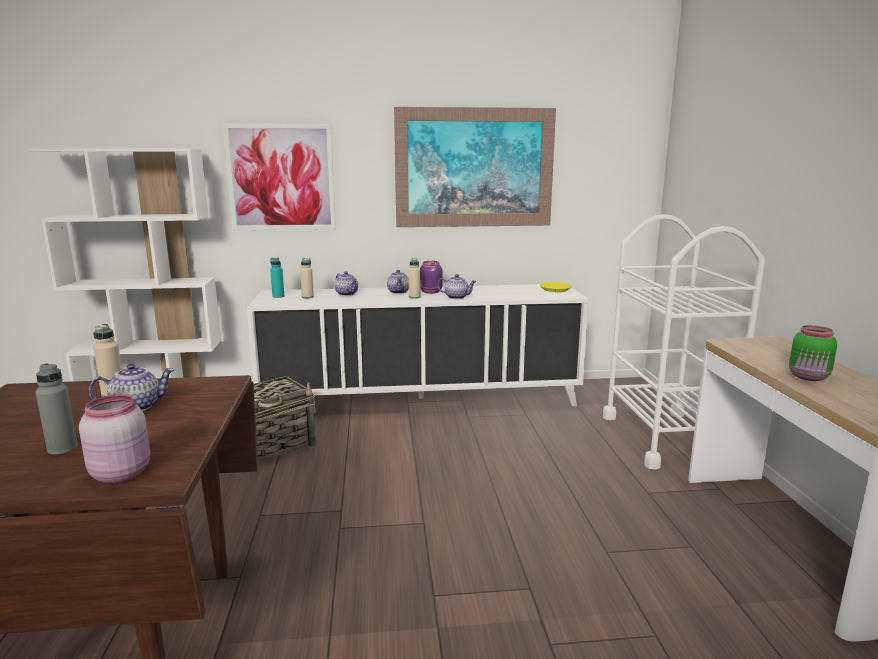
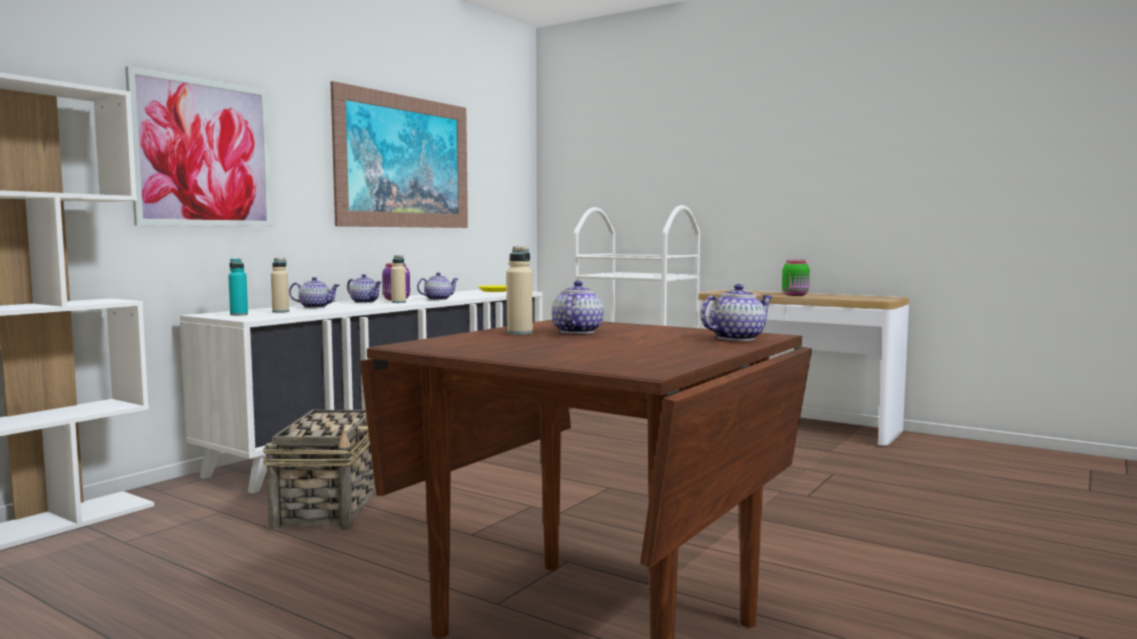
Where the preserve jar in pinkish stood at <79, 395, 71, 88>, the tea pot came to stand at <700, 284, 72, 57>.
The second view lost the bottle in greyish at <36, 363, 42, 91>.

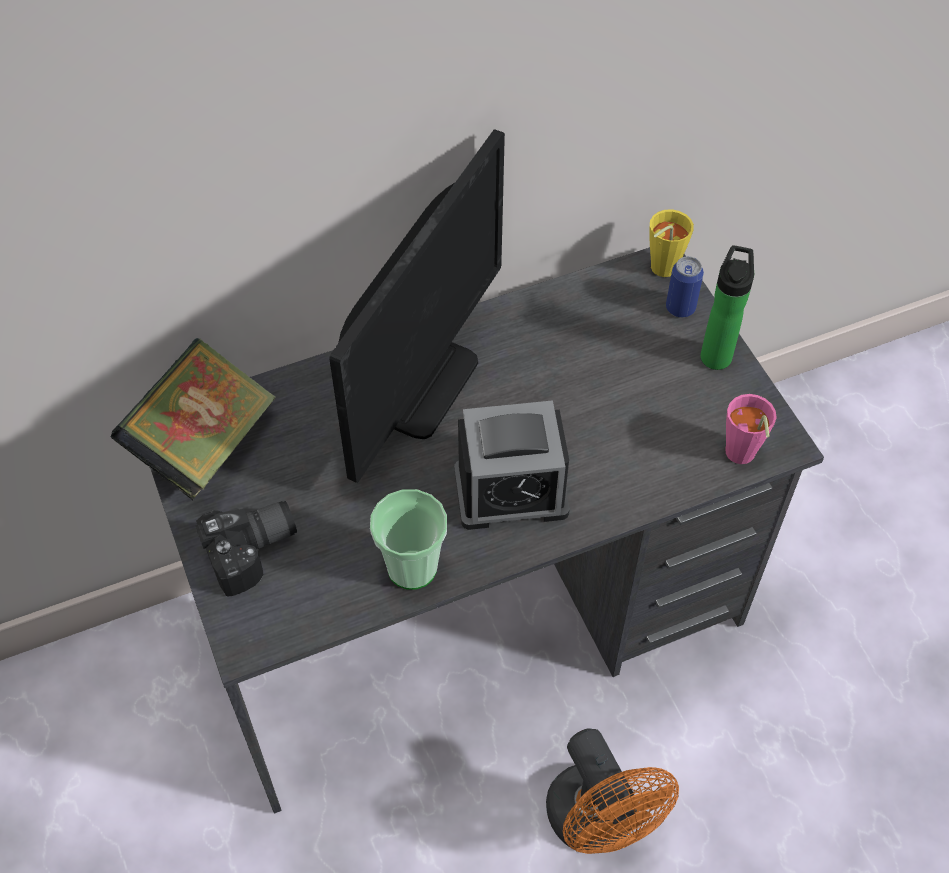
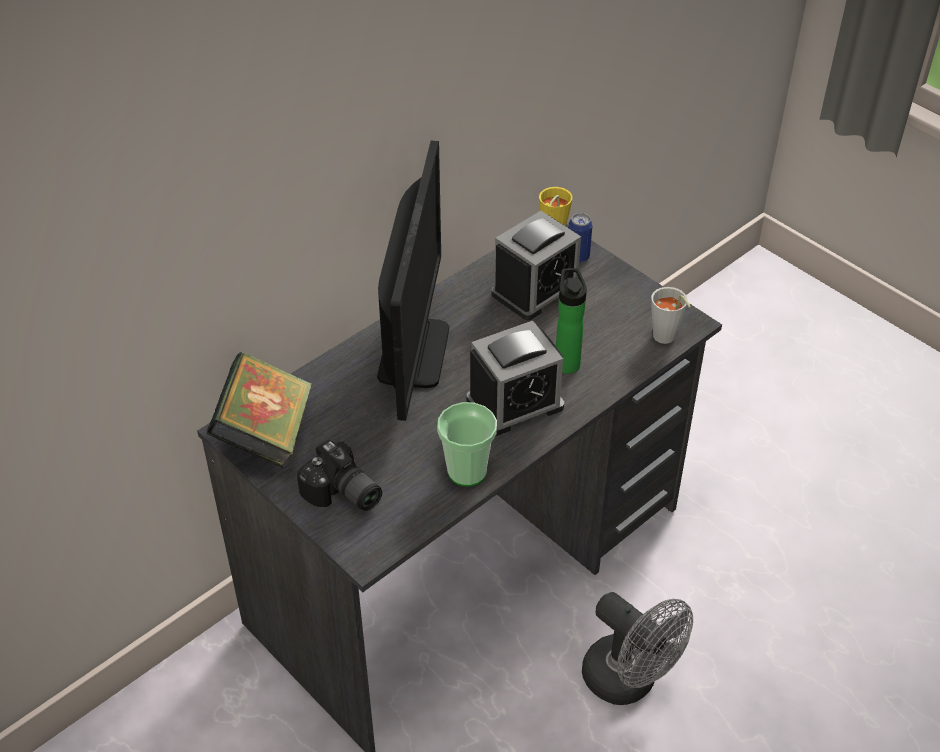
The photo camera at <195, 501, 102, 96> ended up facing another way, 90 degrees clockwise from before.
The second view gained the table clock at <491, 211, 90, 109>.
The bottle ended up elsewhere, having gone from <700, 245, 54, 125> to <556, 268, 31, 106>.
What was the electric fan in orangey at <546, 728, 133, 126> turned into the electric fan in greyish at <582, 592, 111, 113>.
What was the cup in pinkish at <725, 394, 52, 70> turned into the cup in greyish at <651, 287, 40, 57>.

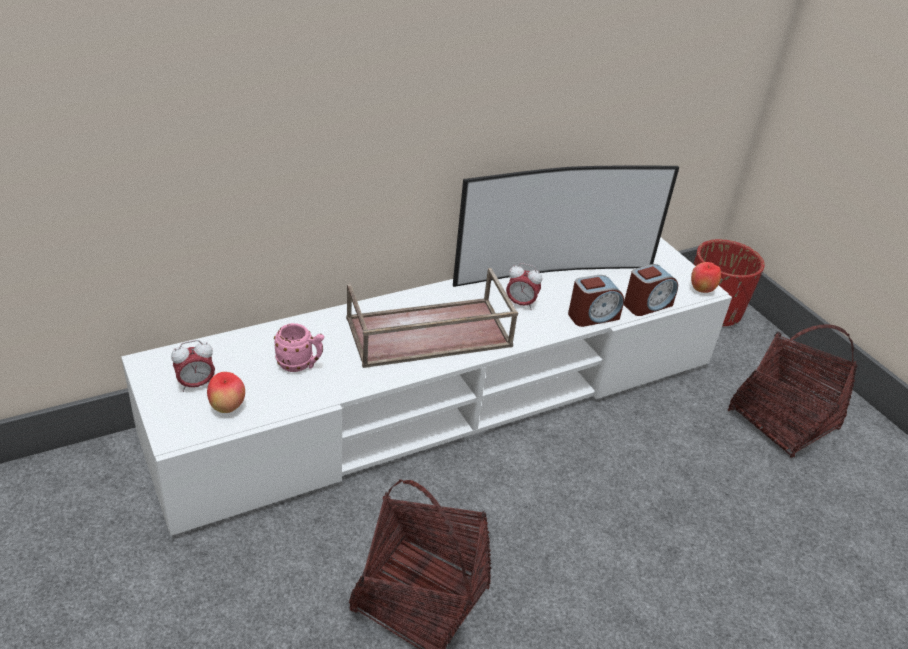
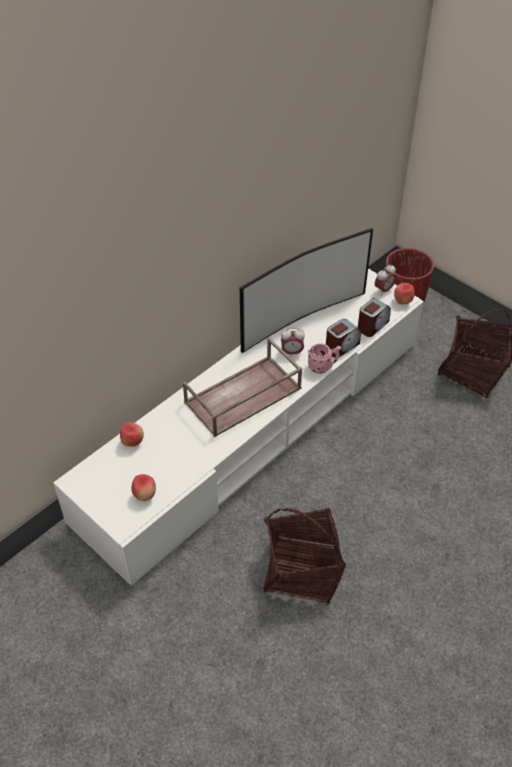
The second view gained the apple fruit at <120, 422, 24, 25>.
The mug in pinkish ended up elsewhere, having gone from <274, 323, 50, 49> to <308, 343, 33, 31>.
The table clock ended up elsewhere, having gone from <171, 340, 44, 52> to <375, 264, 21, 32>.

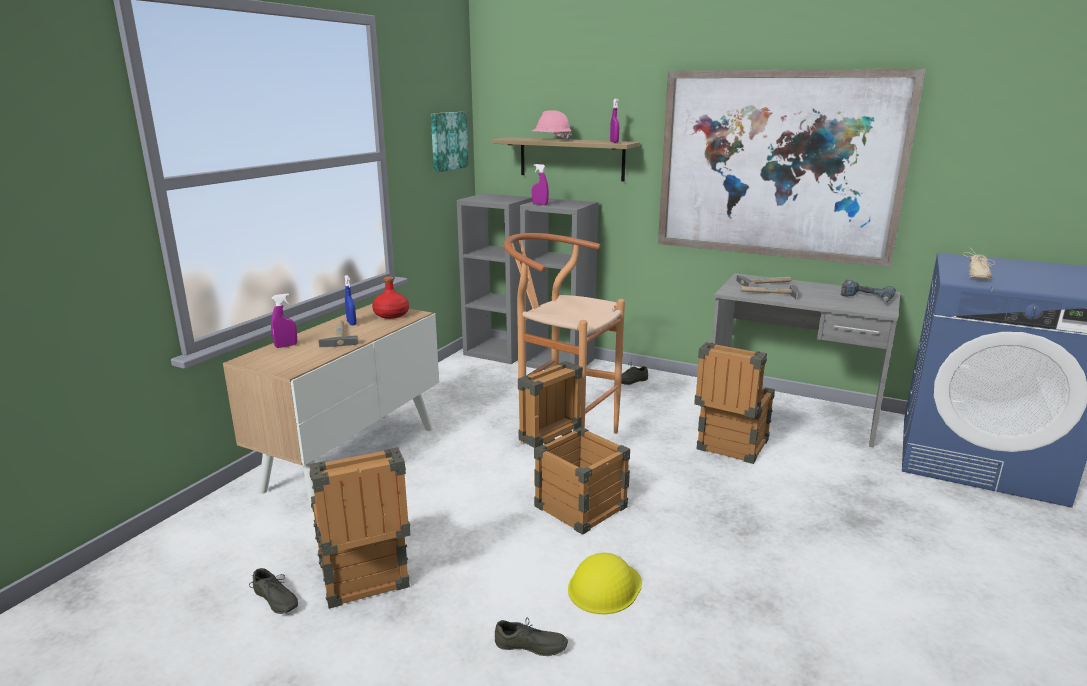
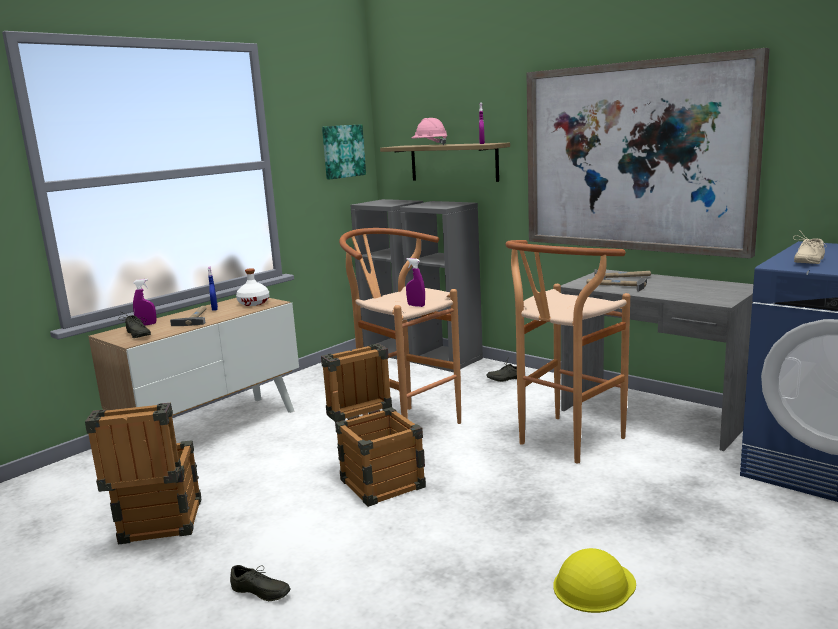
The item of footwear in greyish ended up elsewhere, having gone from <249, 568, 49, 46> to <118, 312, 33, 26>.
What was the bottle in reddish at <372, 276, 37, 43> turned into the bottle in whitish at <236, 268, 33, 38>.
The sprayer in purple-coloured ended up elsewhere, having gone from <532, 164, 17, 41> to <406, 258, 19, 49>.
Where the shipping crate stood at <694, 342, 81, 122>, the stool in brown came to stand at <505, 240, 125, 224>.
The work helmet in yellow-coloured ended up elsewhere, having gone from <568, 553, 74, 61> to <553, 548, 83, 65>.
The second view lost the electric drill at <841, 280, 55, 22>.

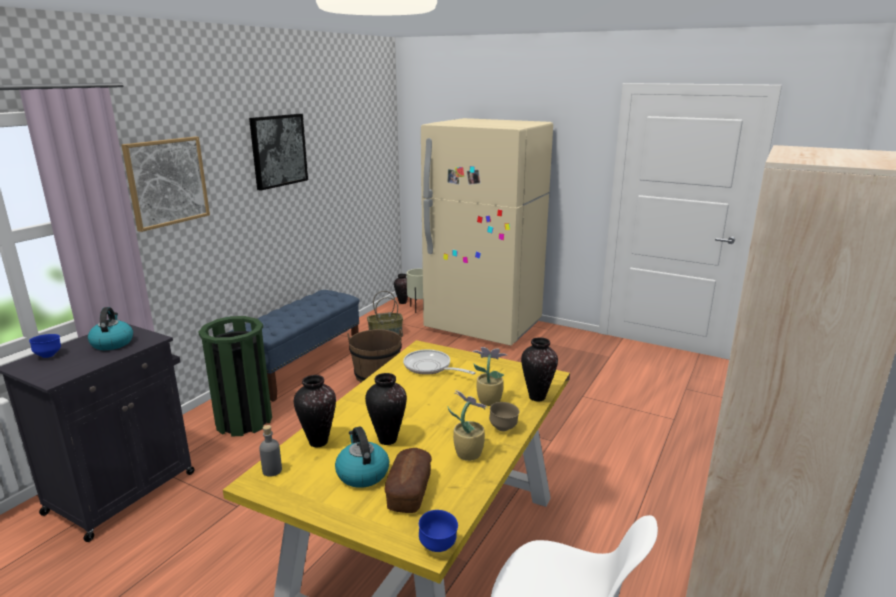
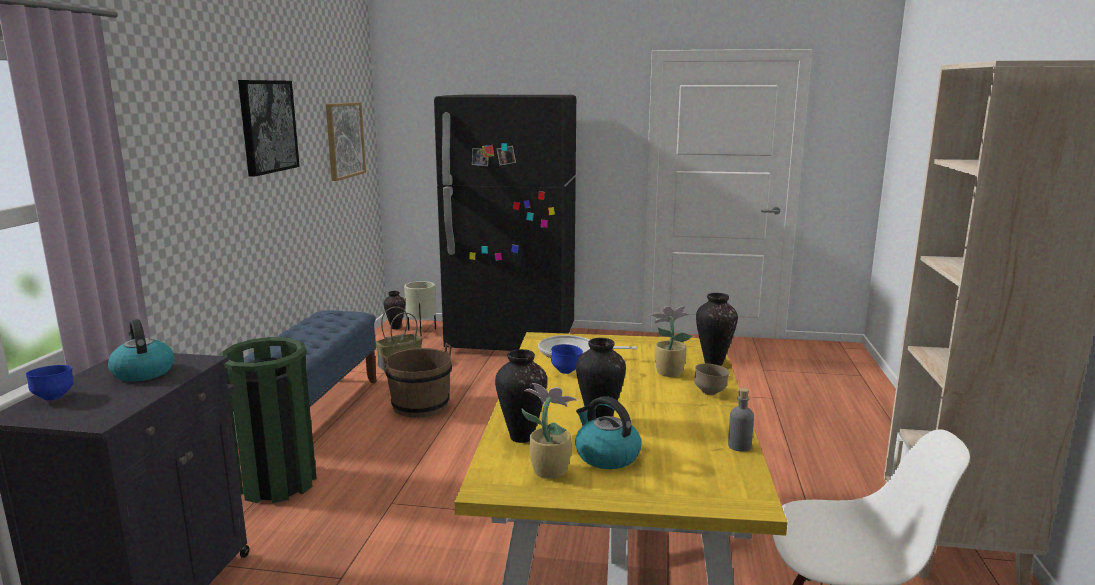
The wall picture ended up elsewhere, having gone from <121, 137, 89, 95> to <326, 102, 40, 79>.
What was the fridge in beige-coloured at <421, 118, 132, 228> turned into the fridge in blackish at <434, 95, 142, 256>.
The potted plant ended up elsewhere, having gone from <448, 390, 40, 71> to <521, 383, 56, 96>.
The deep dish in blue ended up elsewhere, having gone from <419, 510, 39, 42> to <551, 344, 32, 30>.
The bottle in greyish ended up elsewhere, having gone from <259, 425, 23, 52> to <728, 388, 26, 64>.
The second view lost the bakery bread at <384, 448, 48, 65>.

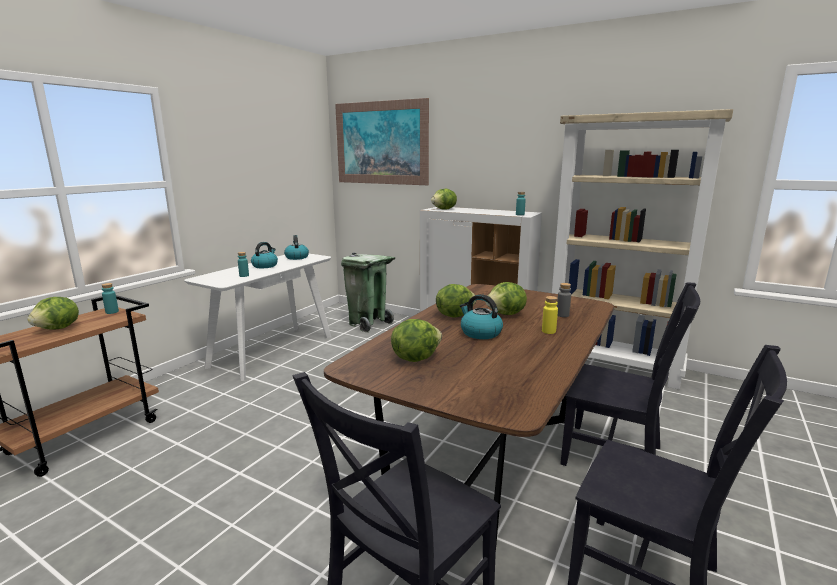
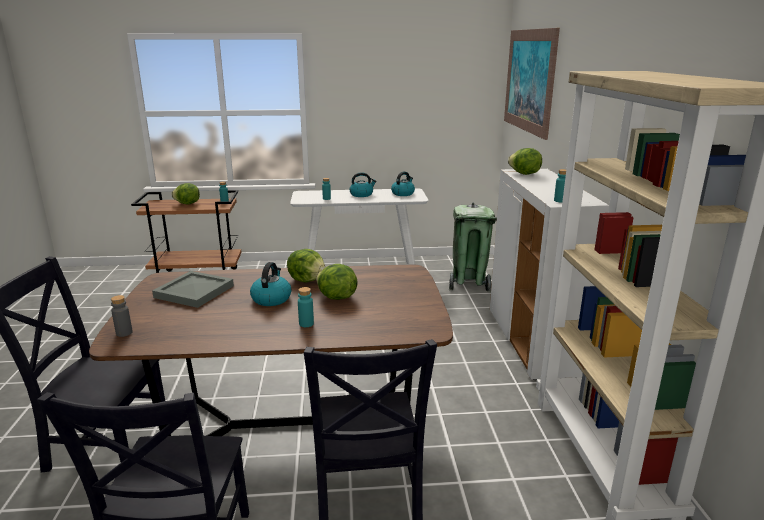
The bottle in greyish ended up elsewhere, having gone from <557, 283, 14, 34> to <111, 295, 22, 42>.
Where the lettuce head stood at <391, 319, 51, 43>, the tray in greyish came to stand at <152, 271, 82, 37>.
What was the bottle in yellow-coloured at <542, 296, 16, 38> turned into the bottle in turquoise at <298, 287, 16, 40>.

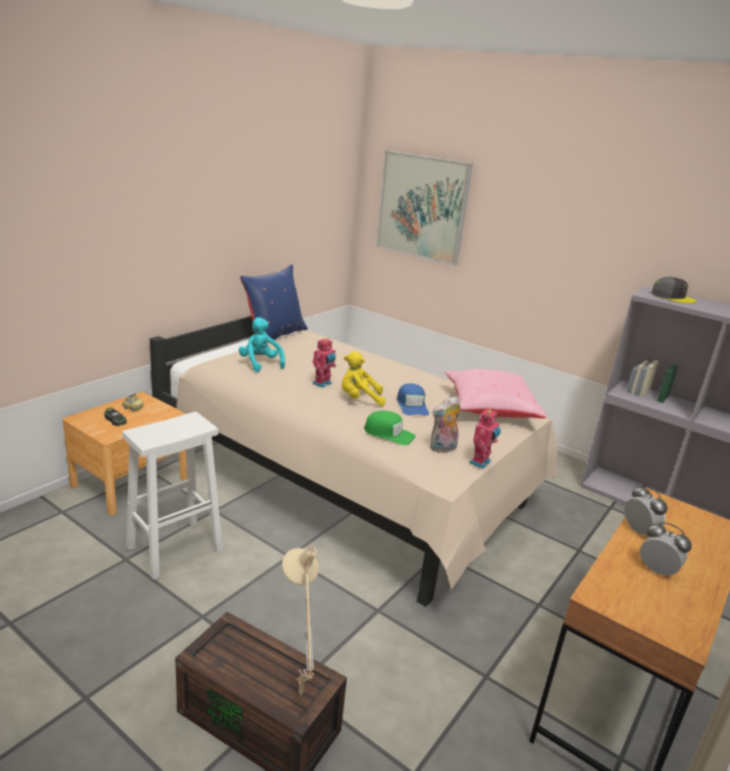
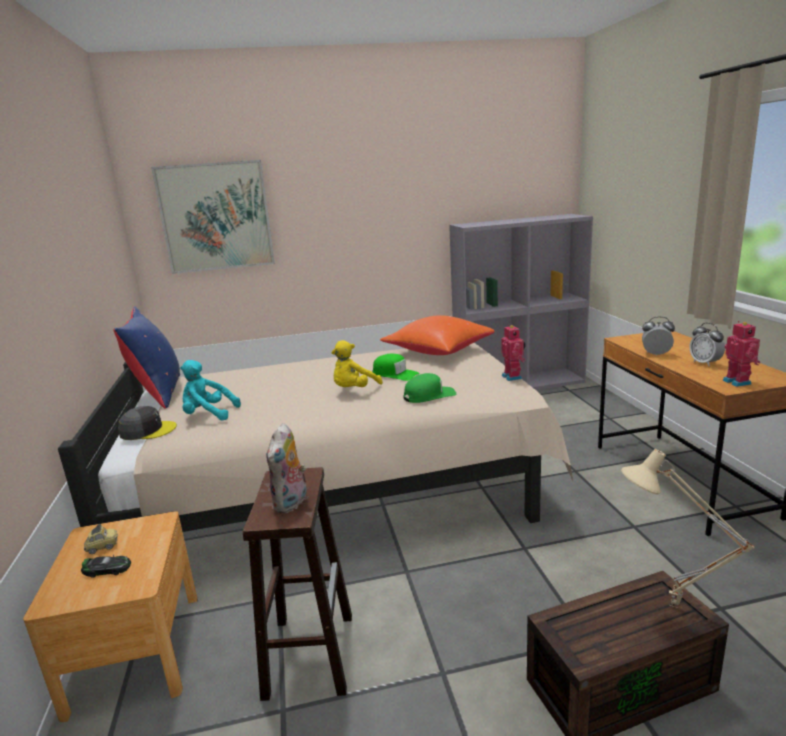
The peaked cap in greyish ended up elsewhere, having gone from <651, 277, 46, 26> to <118, 406, 59, 34>.
What was the stool in whitish at <122, 412, 101, 168> turned into the stool in brown at <243, 467, 109, 234>.
The cuddly toy ended up elsewhere, having gone from <430, 396, 30, 57> to <266, 423, 41, 90>.
What was the peaked cap in blue at <397, 383, 32, 32> turned into the peaked cap in green at <373, 353, 46, 28>.
What was the pillow in pinkish at <445, 369, 102, 49> turned into the pillow in orangey at <380, 315, 115, 40>.
The table clock at <640, 522, 52, 54> ended up facing another way, 105 degrees counterclockwise from before.
The toy robot ended up elsewhere, having gone from <312, 338, 24, 50> to <722, 321, 38, 66>.

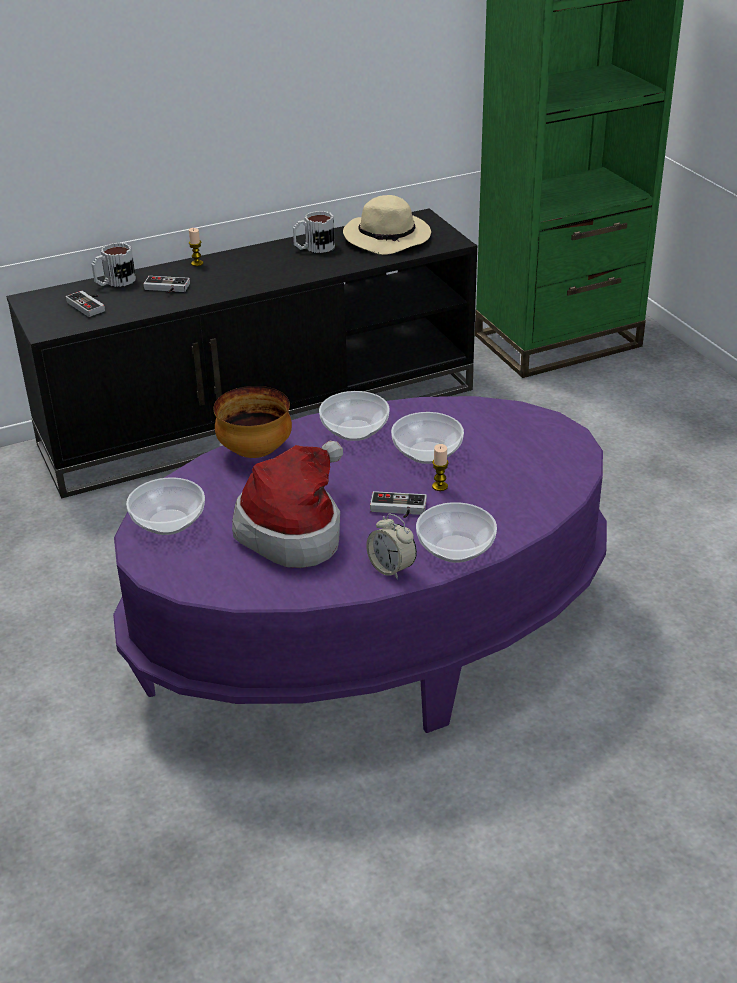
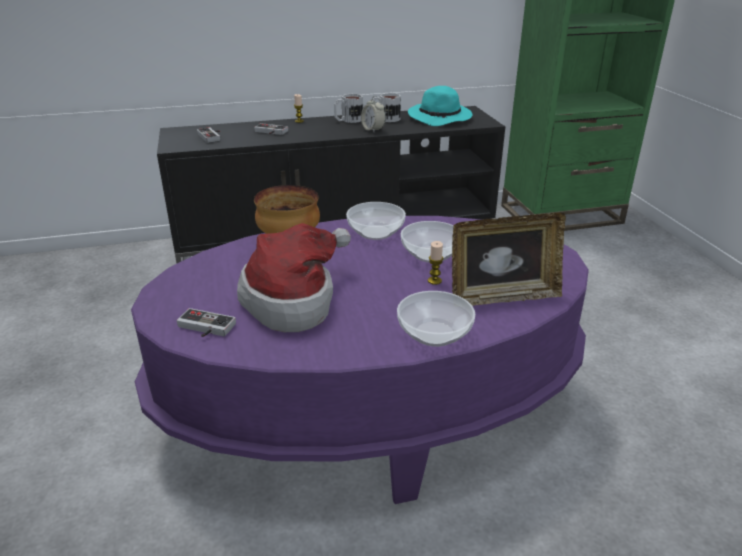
The game controller ended up elsewhere, having gone from <370, 491, 57, 27> to <177, 308, 59, 29>.
The mug ended up elsewhere, having gone from <92, 243, 44, 44> to <334, 93, 29, 30>.
The table clock ended up elsewhere, having gone from <366, 513, 51, 67> to <361, 96, 25, 36>.
What was the clothing hat in beige-coloured at <343, 195, 88, 60> turned into the clothing hat in turquoise at <408, 86, 64, 40>.
The second view gained the picture frame at <452, 213, 114, 93>.
The second view lost the deep dish at <126, 477, 79, 58>.

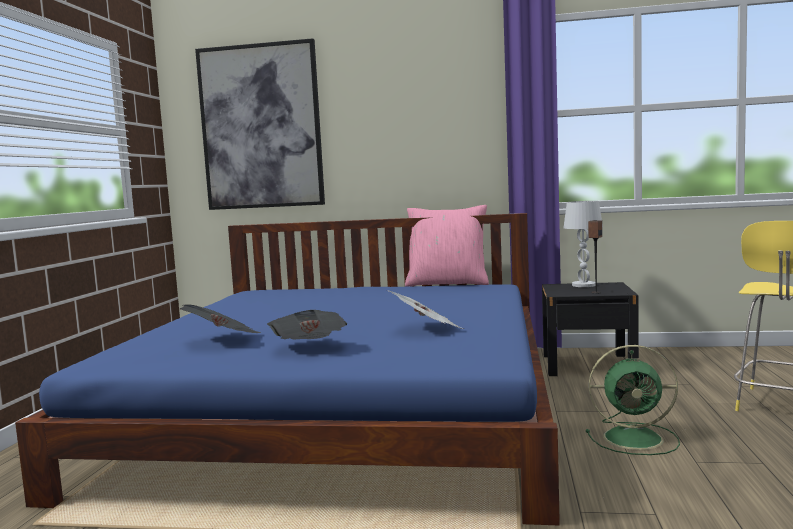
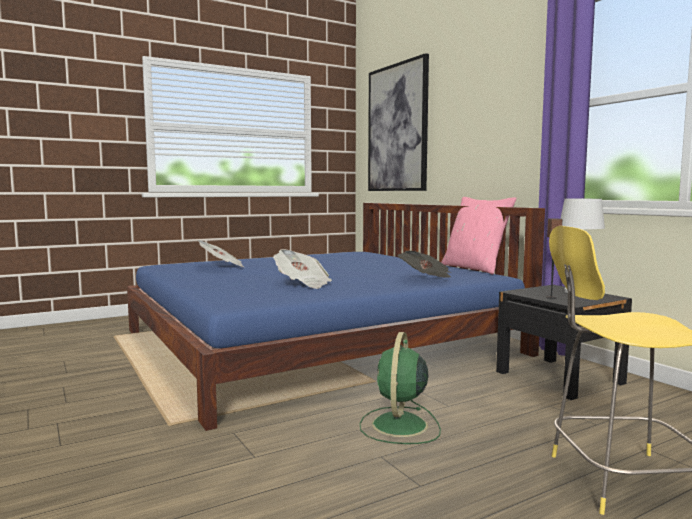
The electric fan in green at <586, 345, 94, 110> ended up facing another way, 45 degrees clockwise from before.
The daily paper ended up elsewhere, having gone from <267, 310, 80, 30> to <398, 251, 53, 27>.

